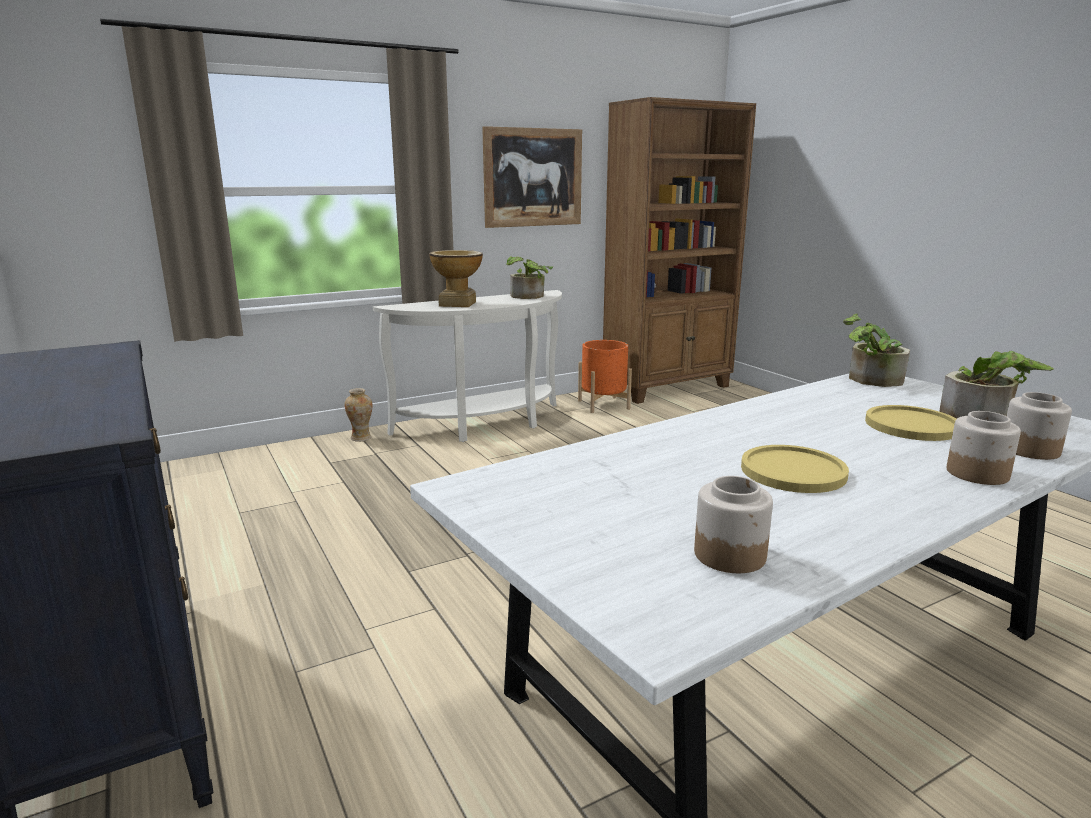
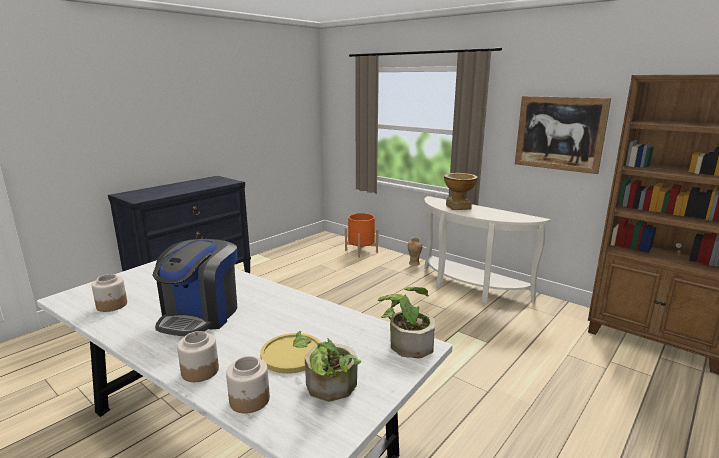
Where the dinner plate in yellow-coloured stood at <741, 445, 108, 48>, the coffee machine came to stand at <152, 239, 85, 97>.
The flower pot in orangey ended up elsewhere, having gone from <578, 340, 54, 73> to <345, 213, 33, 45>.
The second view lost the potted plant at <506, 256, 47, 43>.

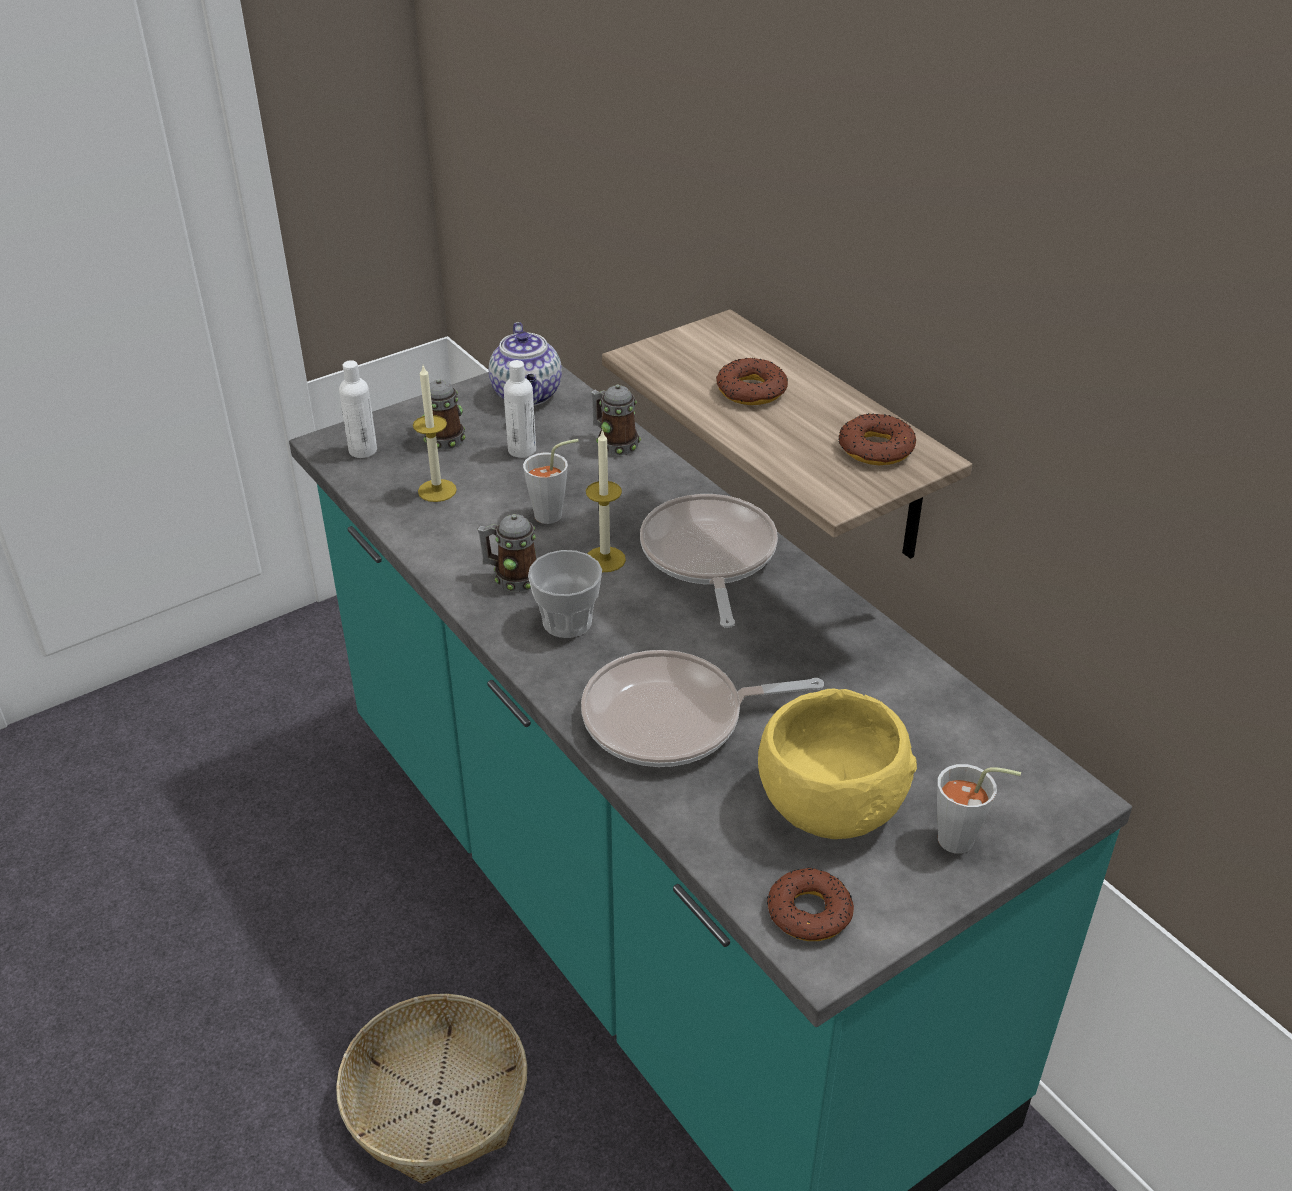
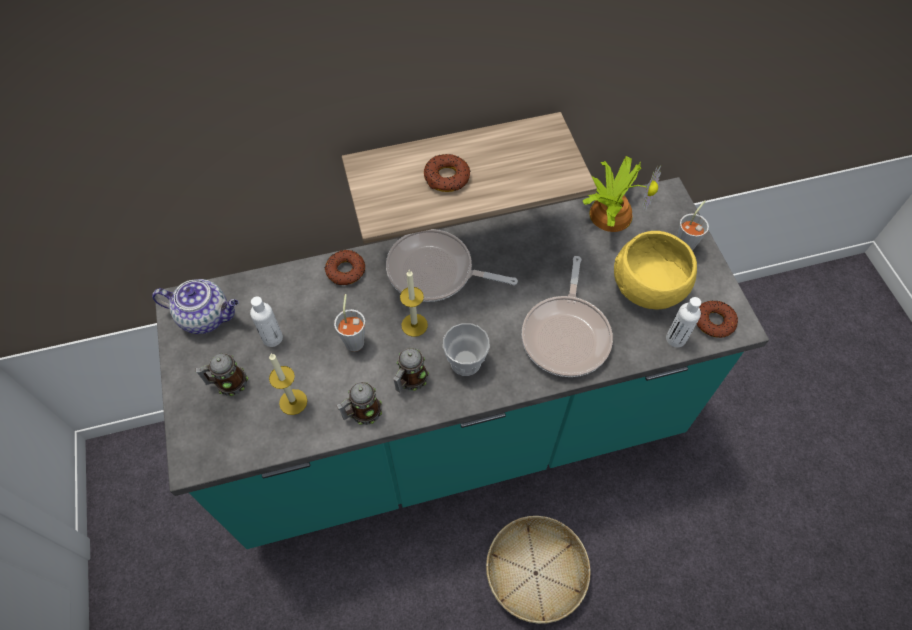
The doughnut ended up elsewhere, having gone from <839, 413, 77, 52> to <325, 250, 40, 35>.
The mug ended up elsewhere, having gone from <591, 384, 50, 71> to <336, 382, 46, 43>.
The second view gained the potted plant at <583, 156, 78, 76>.
The bottle in whitish ended up elsewhere, having gone from <339, 360, 38, 98> to <666, 297, 35, 50>.

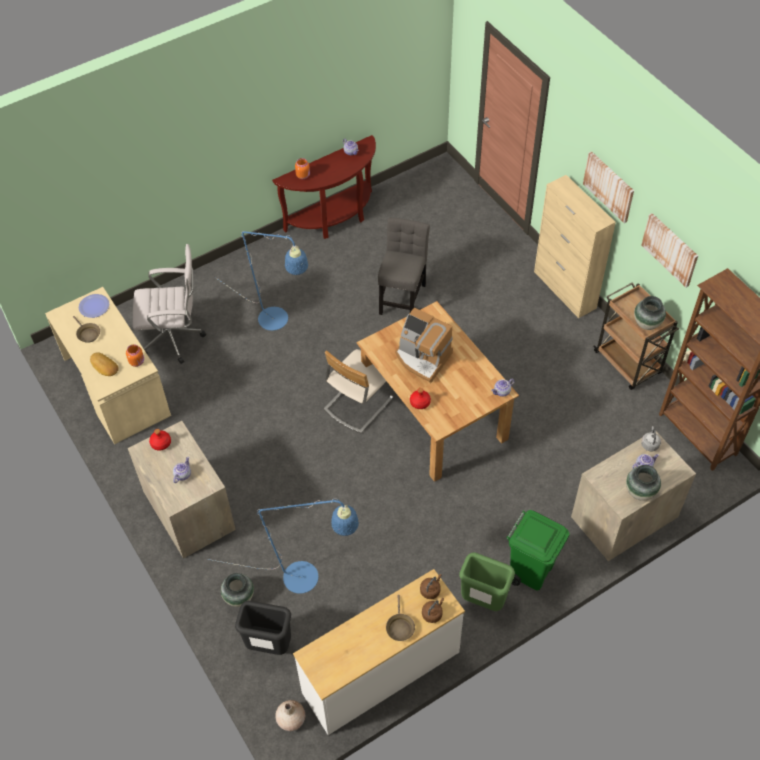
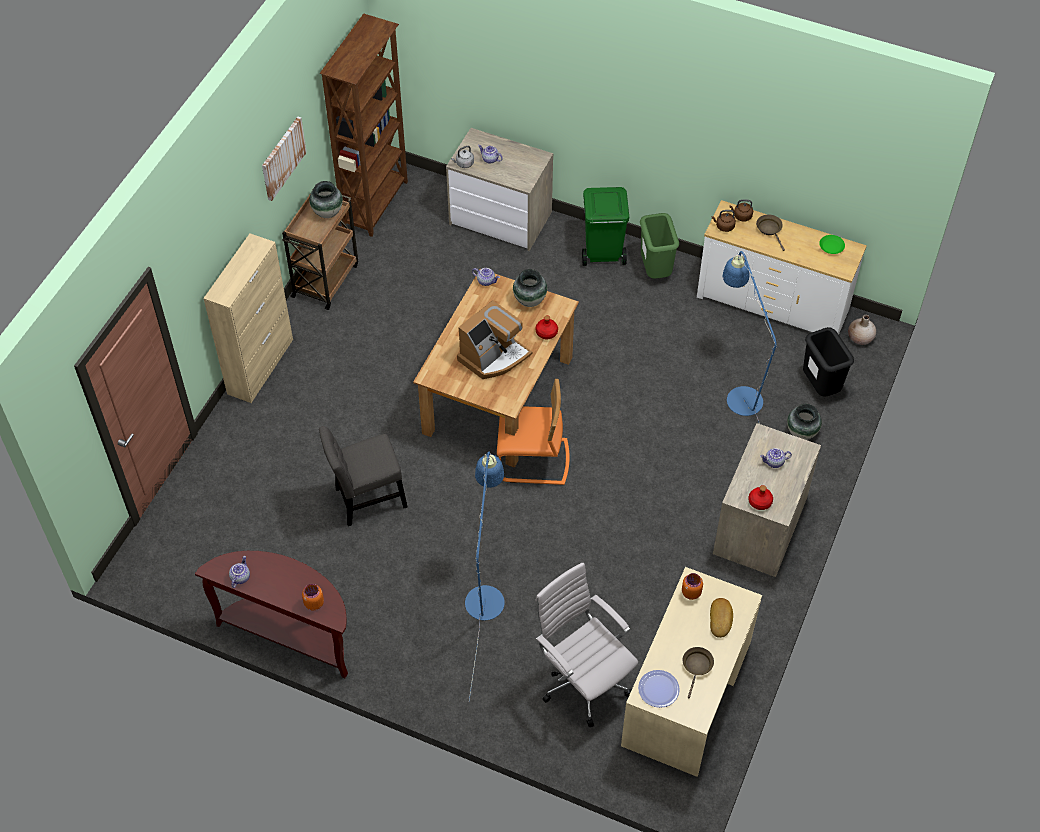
The coffee machine at <395, 308, 58, 75> ended up facing another way, 45 degrees clockwise from before.
What was the chair in beige-coloured at <324, 349, 70, 85> turned into the chair in orangey at <497, 379, 73, 106>.
The decorative vase ended up elsewhere, having gone from <626, 465, 35, 36> to <513, 269, 34, 38>.
The frying pan in brown at <386, 595, 29, 46> ended up facing another way, 75 degrees counterclockwise from before.
The second view gained the dinner plate in green at <819, 235, 26, 19>.
The second view lost the wall picture at <583, 151, 51, 72>.

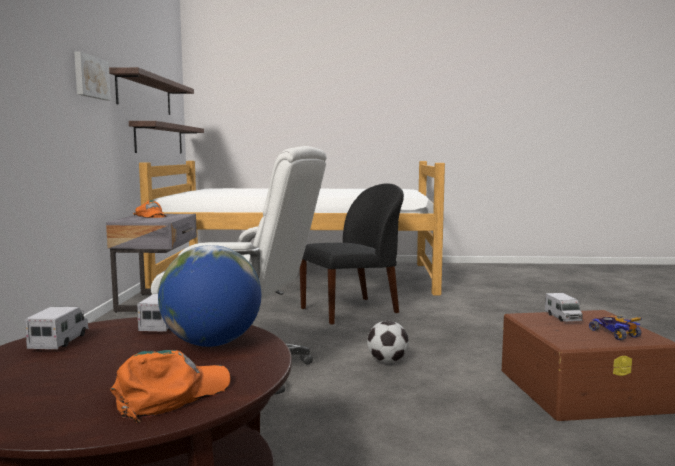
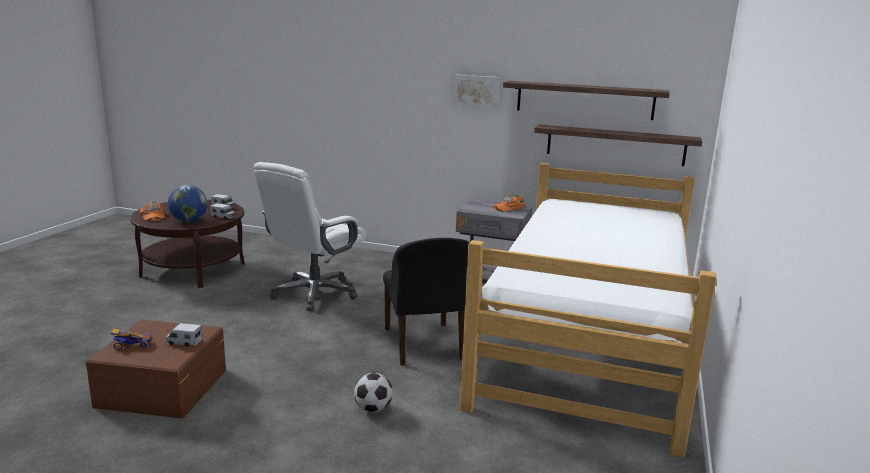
The ball for football ended up elsewhere, having gone from <367, 321, 42, 42> to <354, 373, 39, 39>.

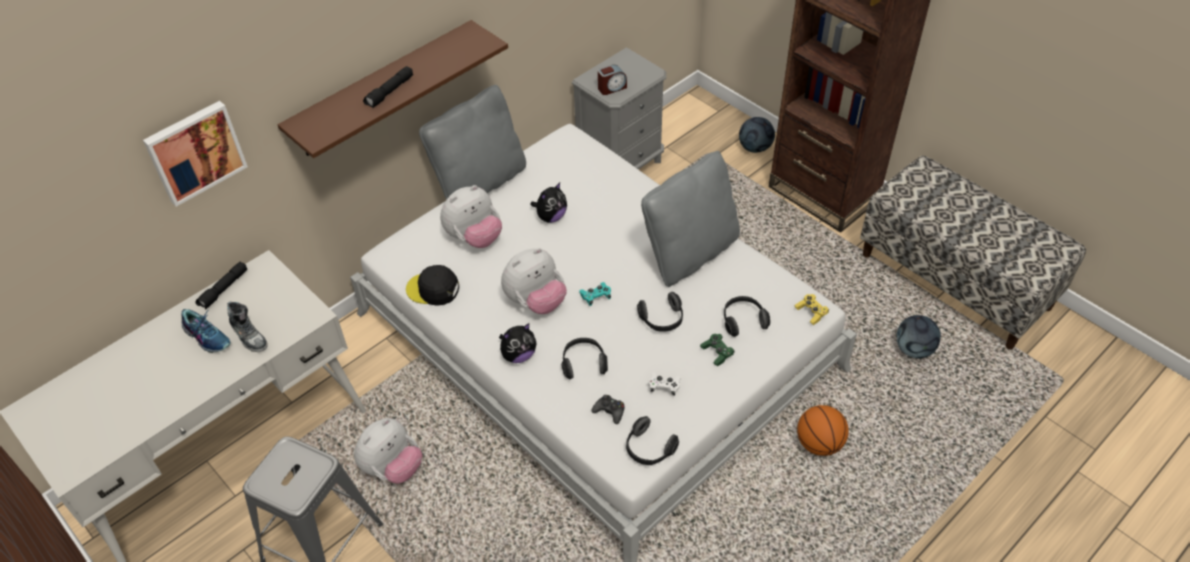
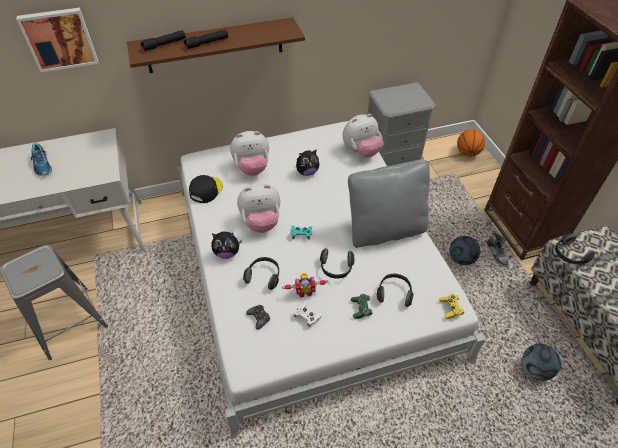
The torch in blackish ended up elsewhere, having gone from <195, 262, 52, 48> to <141, 30, 45, 21>.
The peaked cap in blackish at <406, 265, 53, 41> ended up facing another way, 75 degrees clockwise from before.
The second view gained the toy robot at <282, 273, 47, 24>.
The cuddly toy ended up elsewhere, having gone from <354, 418, 68, 66> to <342, 114, 42, 43>.
The ball for football ended up elsewhere, having gone from <739, 117, 36, 36> to <449, 236, 31, 29>.
The ball for basketball ended up elsewhere, having gone from <797, 405, 52, 51> to <457, 129, 28, 28>.
The item of footwear ended up elsewhere, having gone from <227, 301, 41, 51> to <486, 232, 22, 35>.
The headset ended up elsewhere, having gone from <626, 416, 53, 49> to <555, 233, 40, 31>.
The second view lost the pillow in greyish at <419, 85, 107, 115>.
The second view lost the table clock at <598, 65, 29, 30>.

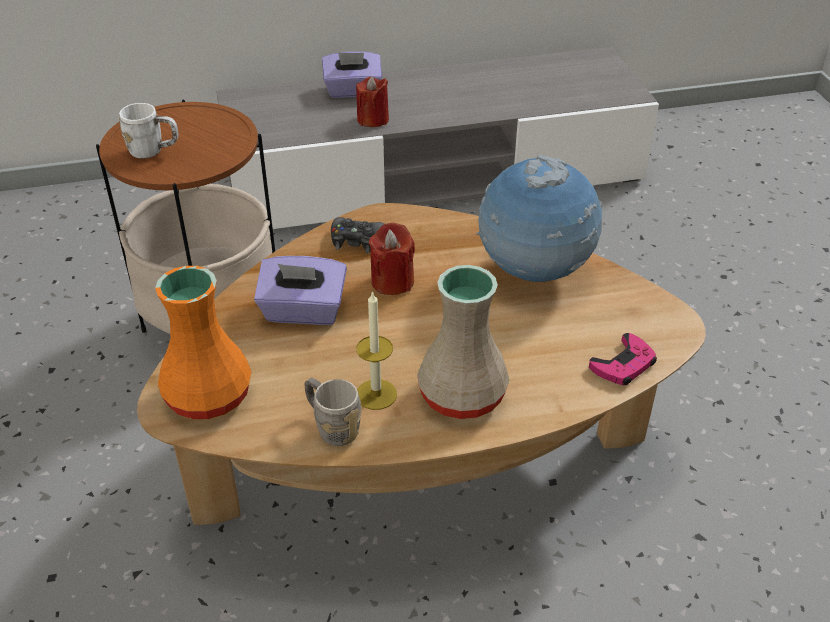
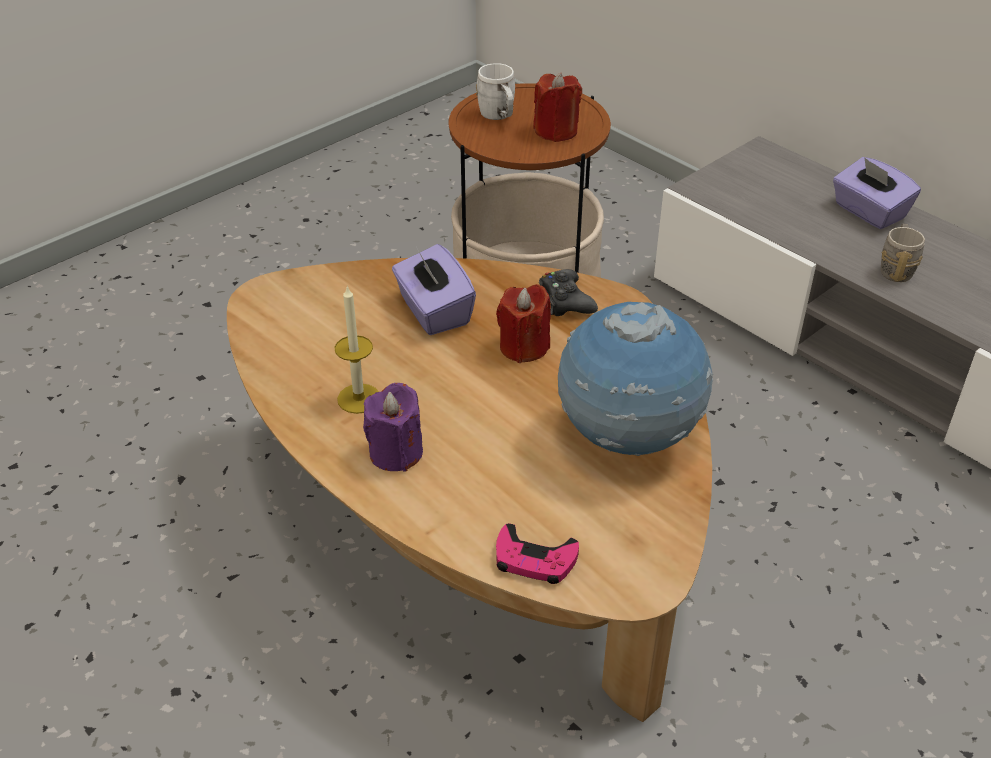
Where the decorative vase in beige-coloured stood at <417, 265, 92, 154>, the candle in purple-coloured came to stand at <363, 383, 60, 89>.
The candle in reddish ended up elsewhere, having gone from <356, 76, 33, 51> to <533, 72, 49, 70>.
The mug in greyish ended up elsewhere, having gone from <304, 378, 58, 68> to <881, 224, 44, 58>.
The second view lost the decorative vase in orangey at <155, 266, 96, 153>.

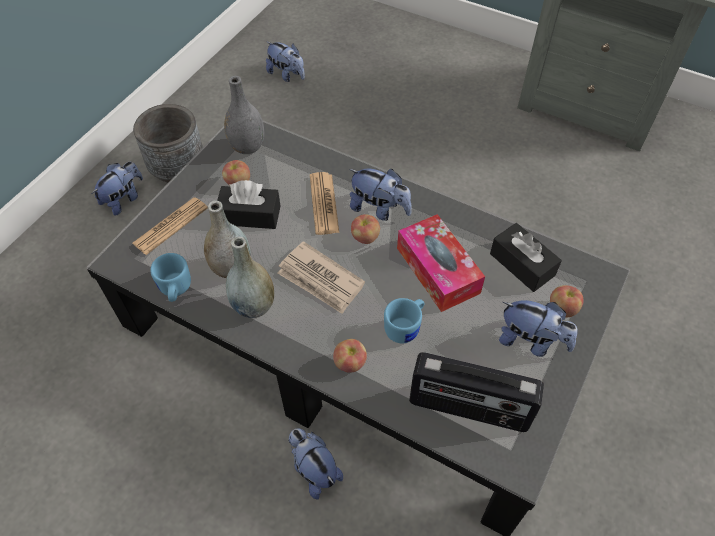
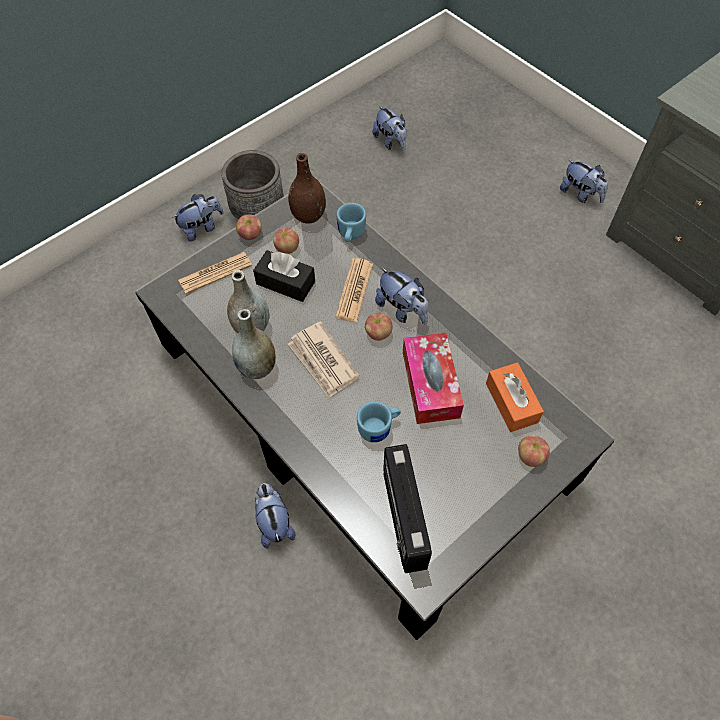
The apple fruit ended up elsewhere, having gone from <333, 339, 34, 34> to <236, 215, 26, 25>.
What was the decorative vase in greyish at <224, 76, 41, 78> turned into the decorative vase in brown at <288, 153, 38, 71>.
The mug in blue ended up elsewhere, having gone from <150, 253, 41, 49> to <337, 203, 29, 39>.
The radio set at <409, 352, 135, 80> ended up facing another way, 45 degrees clockwise from before.
What was the tissue holder in blackish at <490, 223, 72, 69> turned into the tissue holder in orangey at <486, 362, 58, 70>.
The cuddly toy ended up elsewhere, having gone from <499, 300, 79, 57> to <560, 159, 48, 44>.

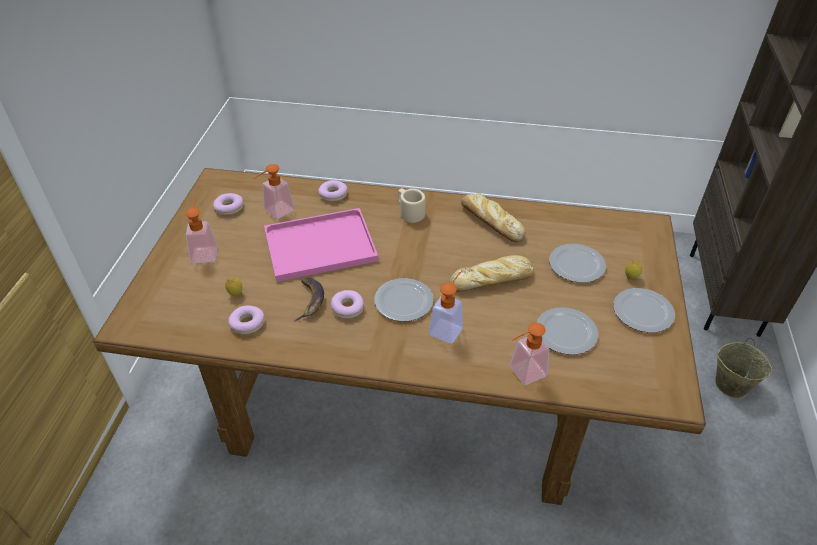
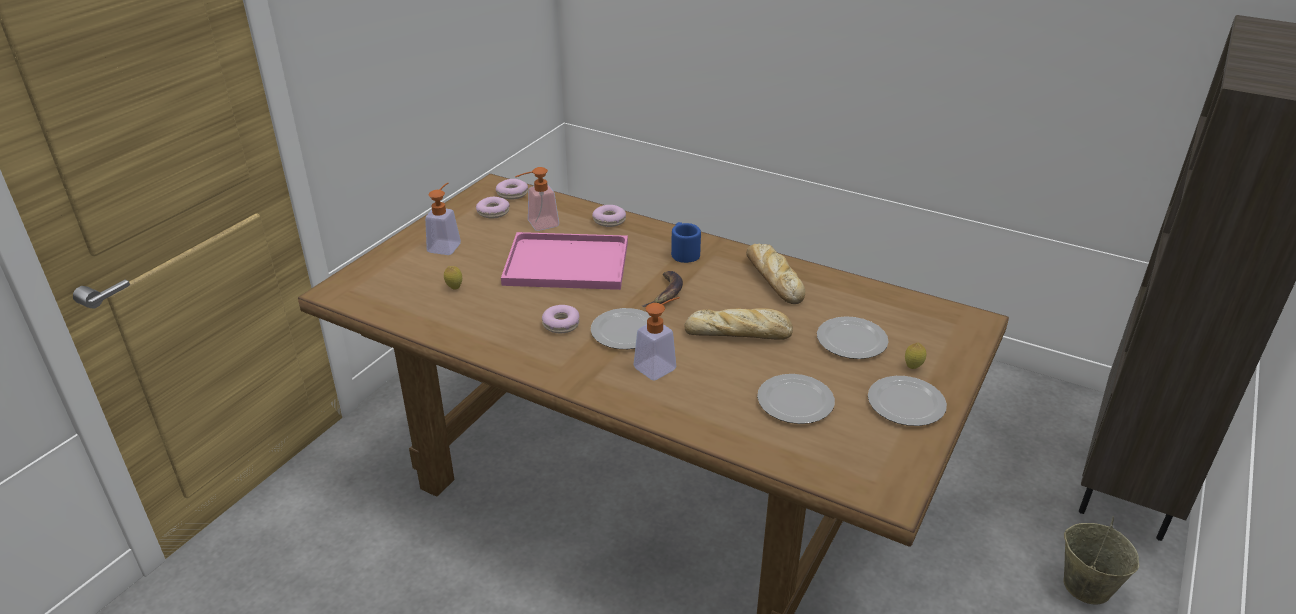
The doughnut ended up elsewhere, having gone from <228, 306, 36, 28> to <496, 179, 32, 21>.
The banana ended up elsewhere, having gone from <294, 278, 30, 43> to <642, 271, 41, 36>.
What was the mug in beige-coloured at <398, 188, 27, 35> turned into the mug in blue at <671, 222, 30, 41>.
The second view lost the soap dispenser at <510, 323, 39, 62>.

